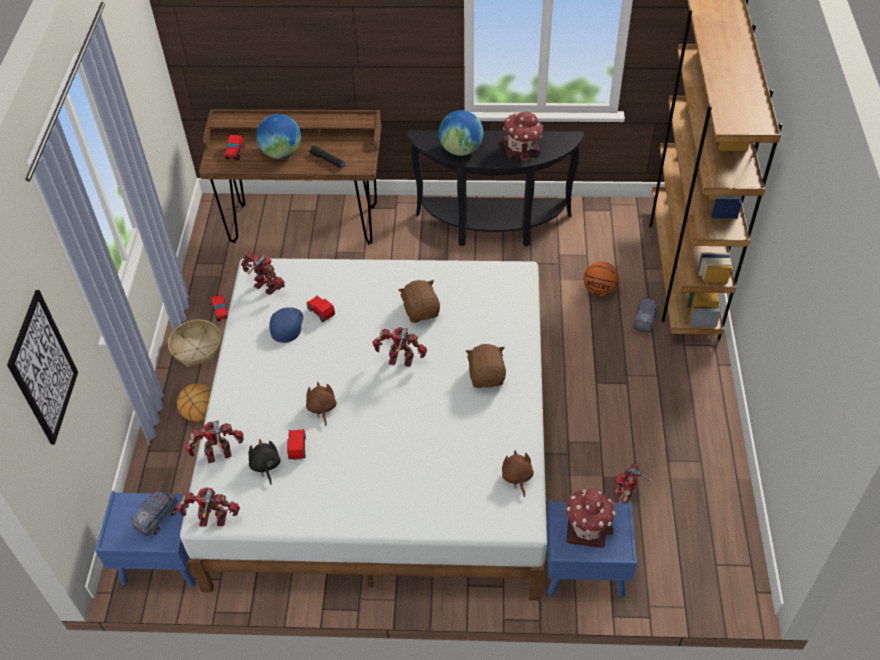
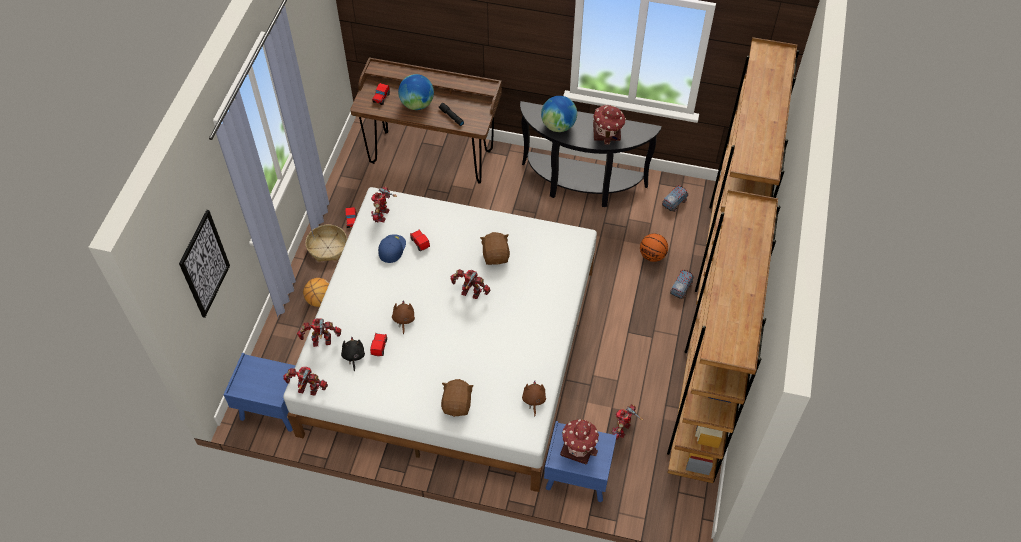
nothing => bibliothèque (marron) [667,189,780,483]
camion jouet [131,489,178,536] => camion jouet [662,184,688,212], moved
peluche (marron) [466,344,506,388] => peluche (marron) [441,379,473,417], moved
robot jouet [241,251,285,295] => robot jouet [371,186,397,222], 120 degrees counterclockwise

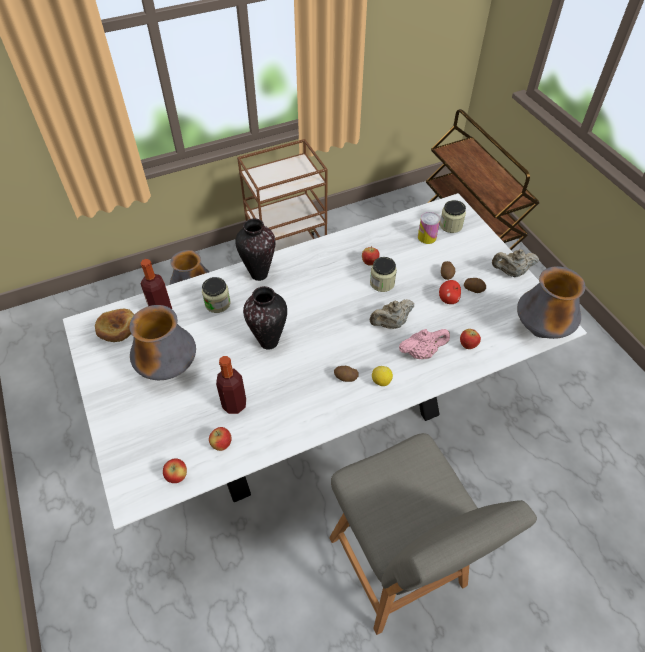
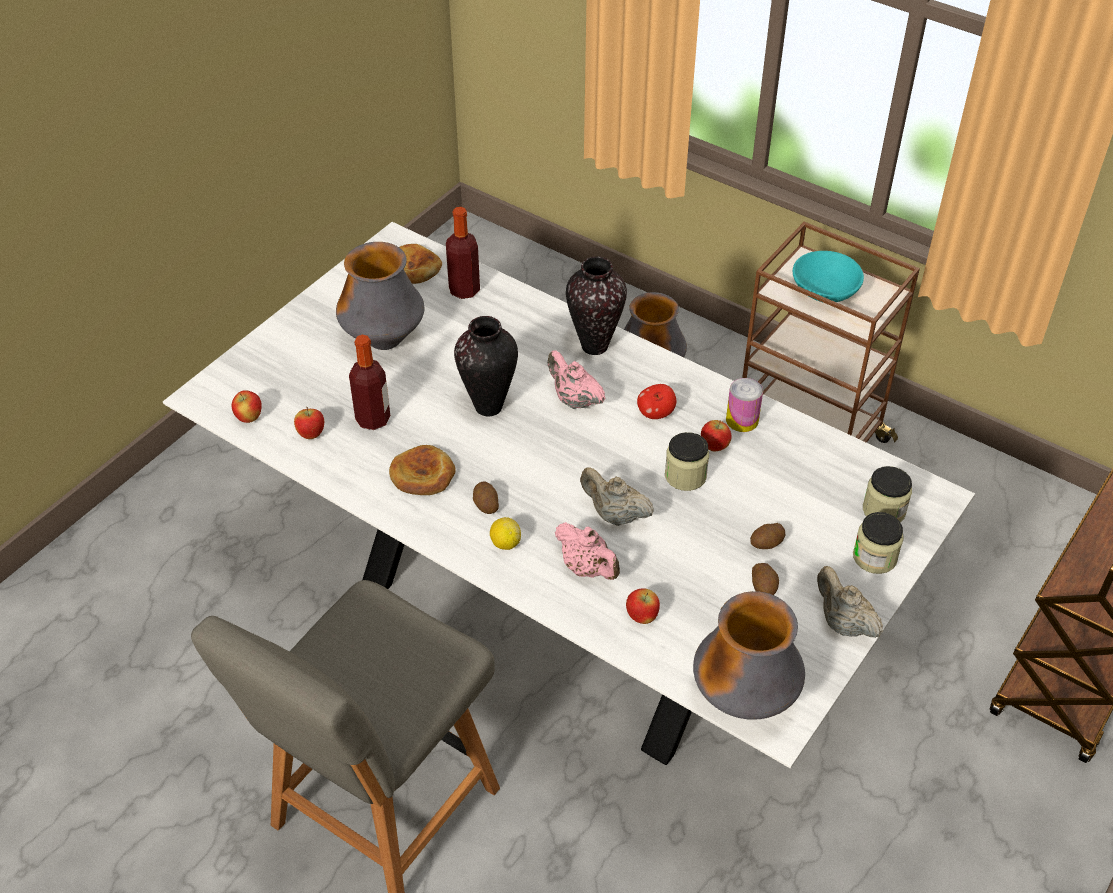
nothing => pain [389,445,456,495]
nothing => théière (rose) [548,350,606,409]
nothing => bol (turquoise) [793,251,864,302]
bocal [202,277,231,313] => bocal [853,512,904,574], moved
boîte métallique [418,212,440,244] => boîte métallique [726,378,763,432], moved
pomme [439,280,461,304] => pomme [637,384,676,419], moved

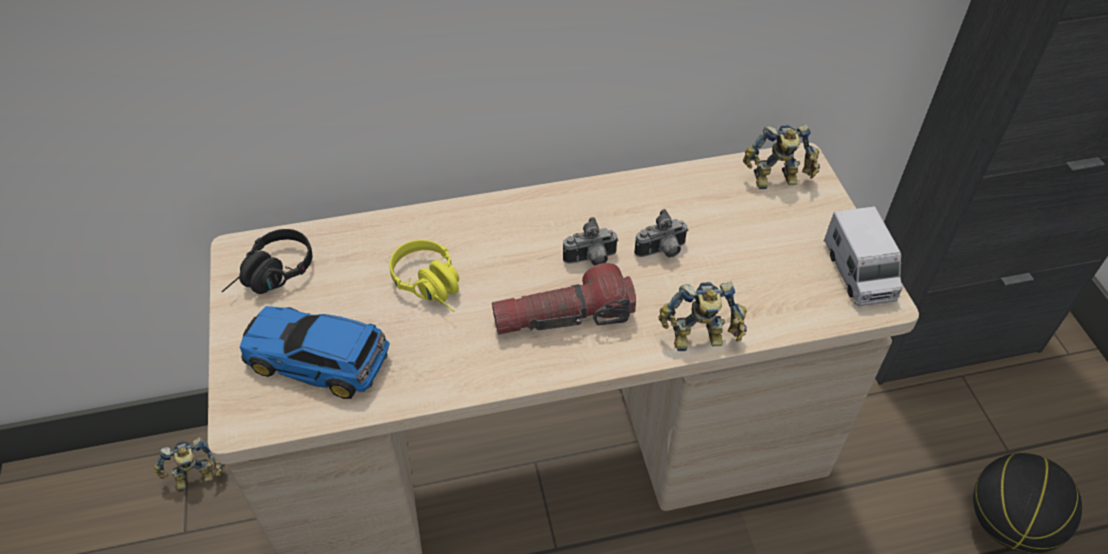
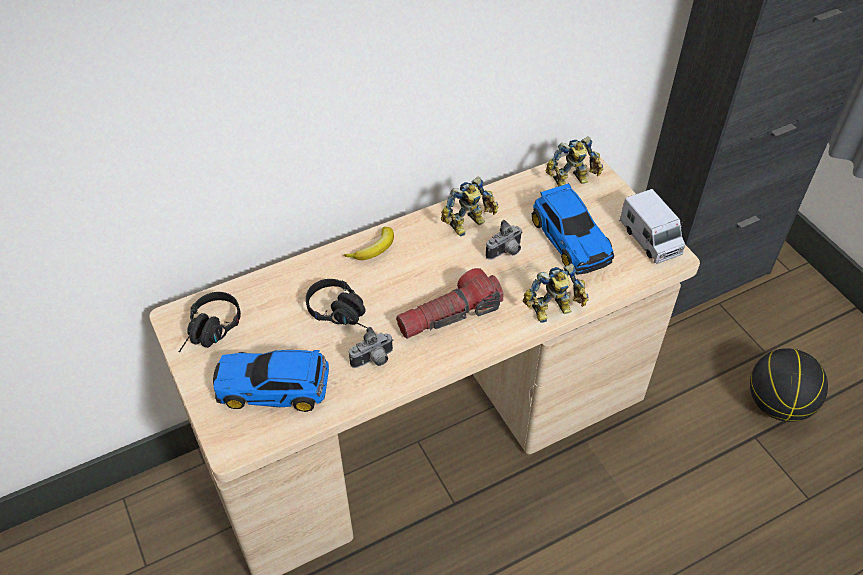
nothing => banane [343,227,394,260]
nothing => petite voiture [532,183,614,275]
robot jouet [154,437,225,492] => robot jouet [441,177,499,237], moved
appareil photo [563,217,619,266] => appareil photo [349,327,393,368], moved
casque audio (jaune) [390,240,459,312] => casque audio (noir) [306,279,368,328]

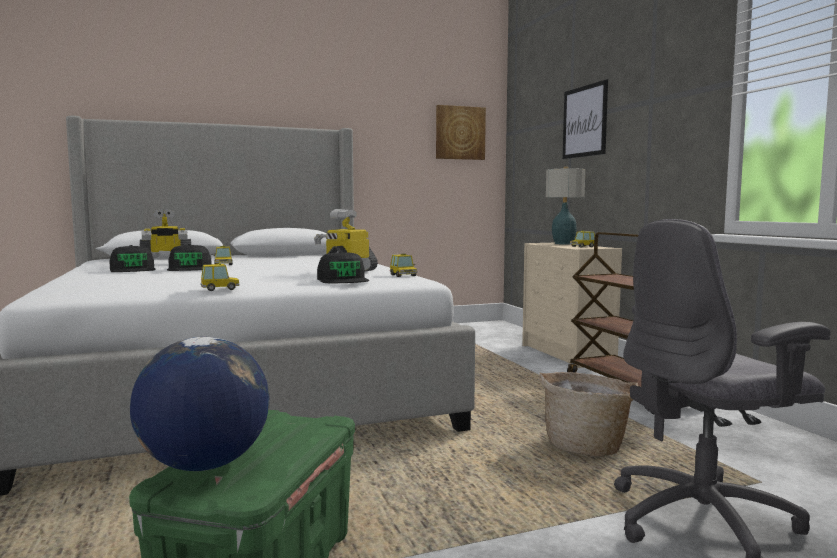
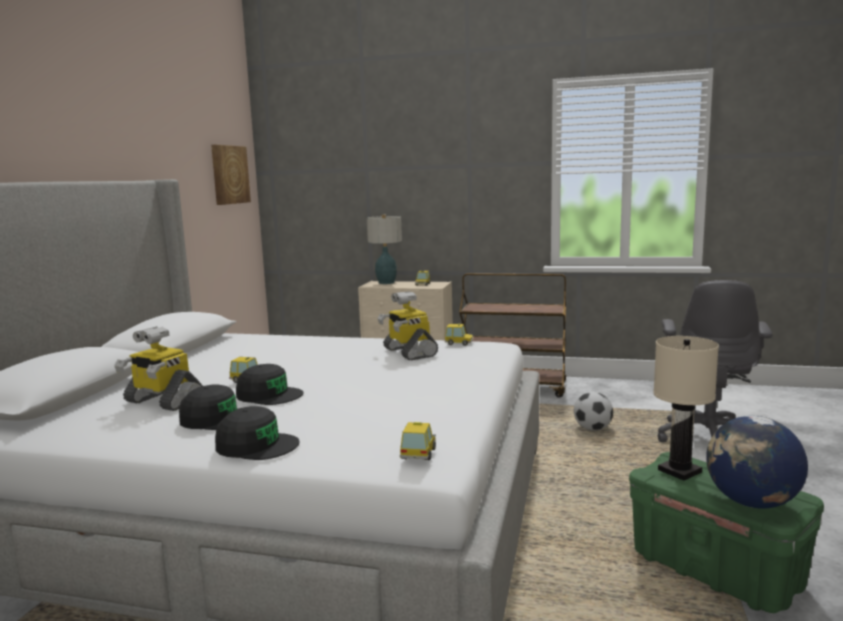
tableau [563,79,608,159] => nothing
nothing => lampe de table (beige) [653,336,719,481]
petite voiture [201,263,239,291] => petite voiture [400,422,436,460], moved
casquette (noir) [317,251,369,283] => casquette (noir) [215,406,300,460], moved
panier [538,372,639,456] => ballon de foot [574,392,613,431]
robot jouet [140,209,191,258] => robot jouet [114,326,203,411], 105 degrees clockwise

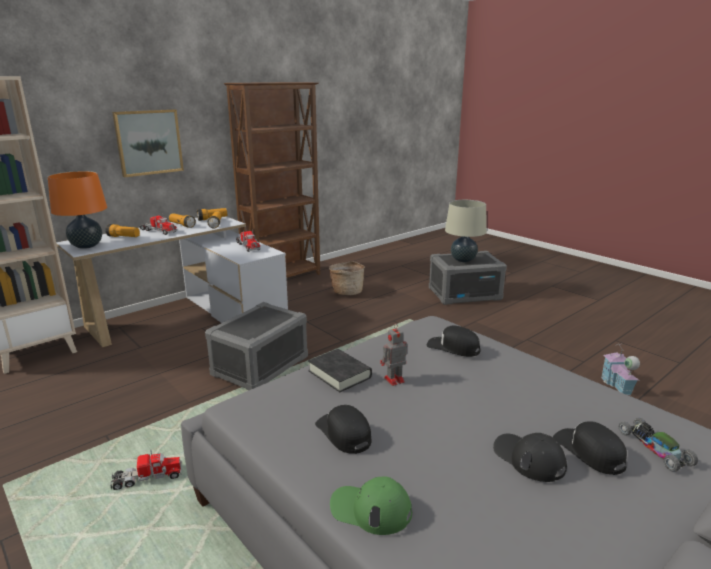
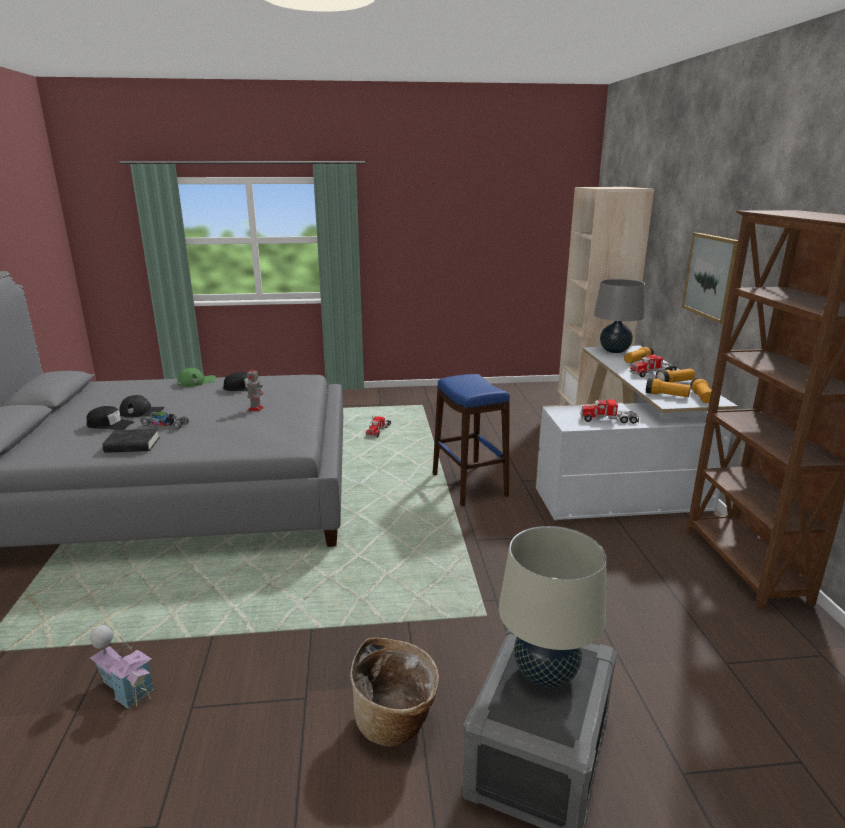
casquette (noir) [427,326,481,357] => nothing
livre (noir) [308,349,372,392] => livre (noir) [102,429,160,453], moved
panier [329,261,365,295] => panier [350,637,439,747], moved
petite voiture [619,418,698,472] => petite voiture [141,412,189,429], moved
boîte de rangement (gris) [205,302,308,391] => tabouret (bleu) [433,374,510,506]
lampe de table (orange) [48,171,107,249] => lampe de table (gris) [594,279,645,353]

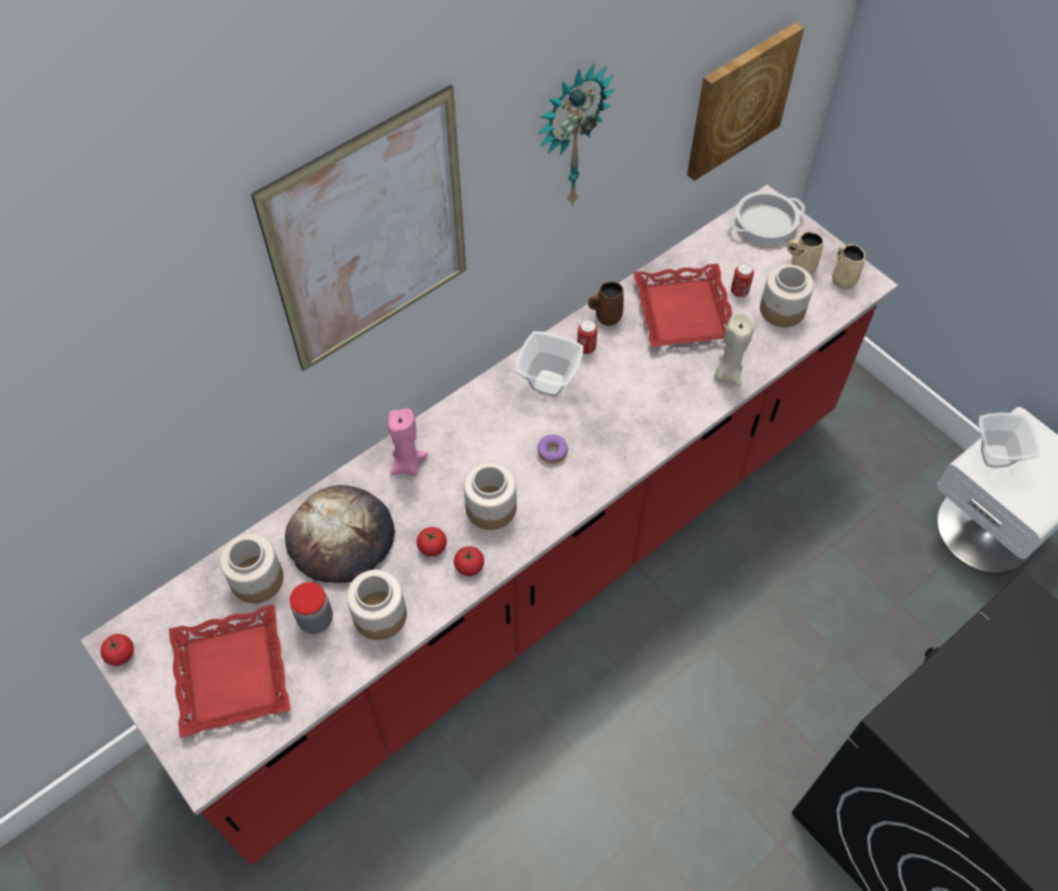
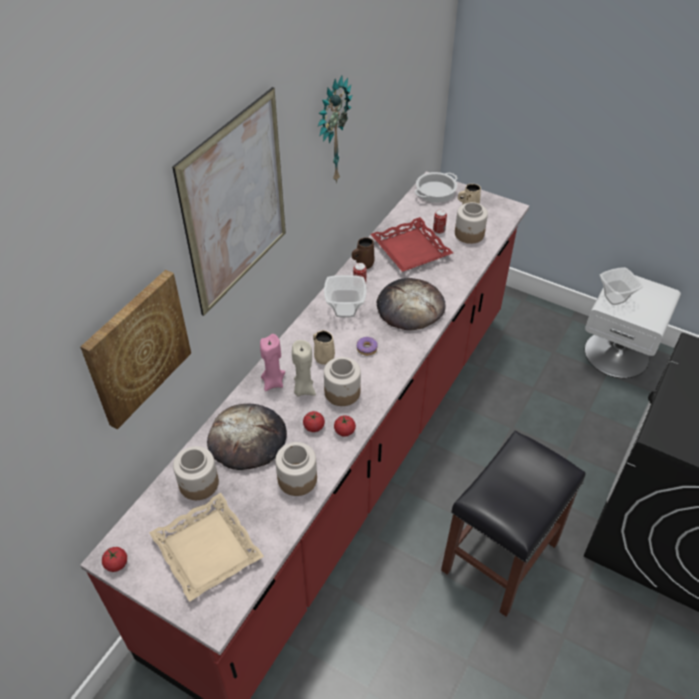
bocal [290,582,333,634] => nothing
nothing => pain [377,278,446,330]
nothing => tabouret (noir) [441,431,585,617]
tableau [687,22,804,181] => tableau [80,270,191,429], moved
bougie (beige) [714,313,754,387] => bougie (beige) [292,340,316,397], moved
mug (beige) [832,244,865,289] => mug (beige) [313,330,335,365], moved
plateau (rouge) [169,604,291,738] => plateau (beige) [149,493,264,602]

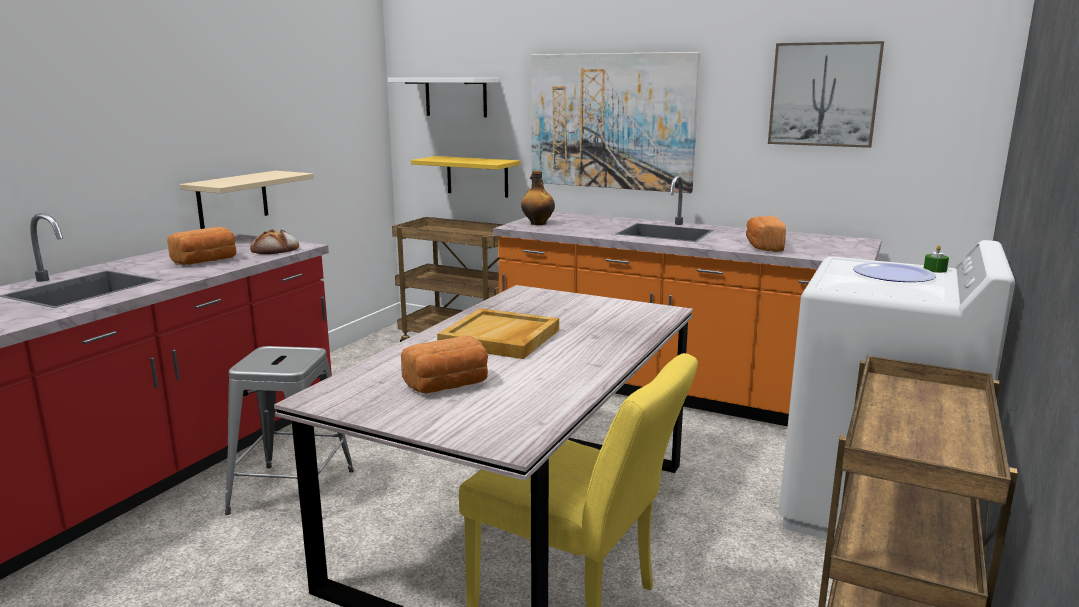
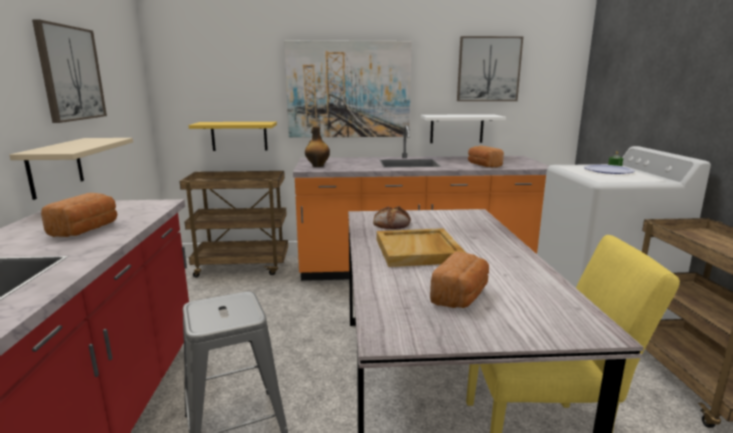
nothing => tableau [32,19,107,123]
pain [250,229,299,254] => pain [373,206,411,229], moved
étagère (blanc) [388,78,499,117] => étagère (blanc) [421,114,506,143], moved

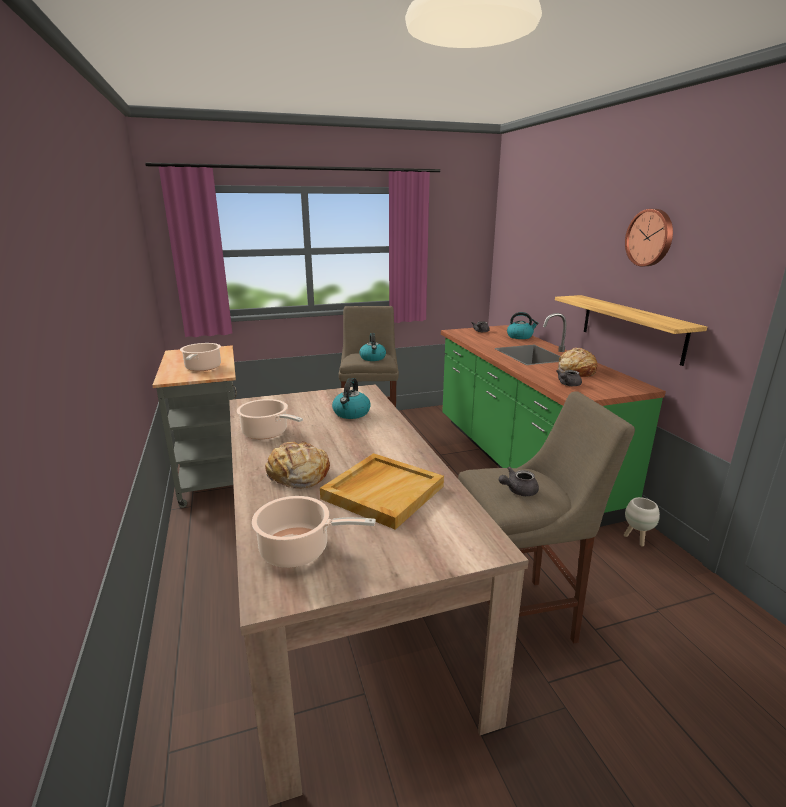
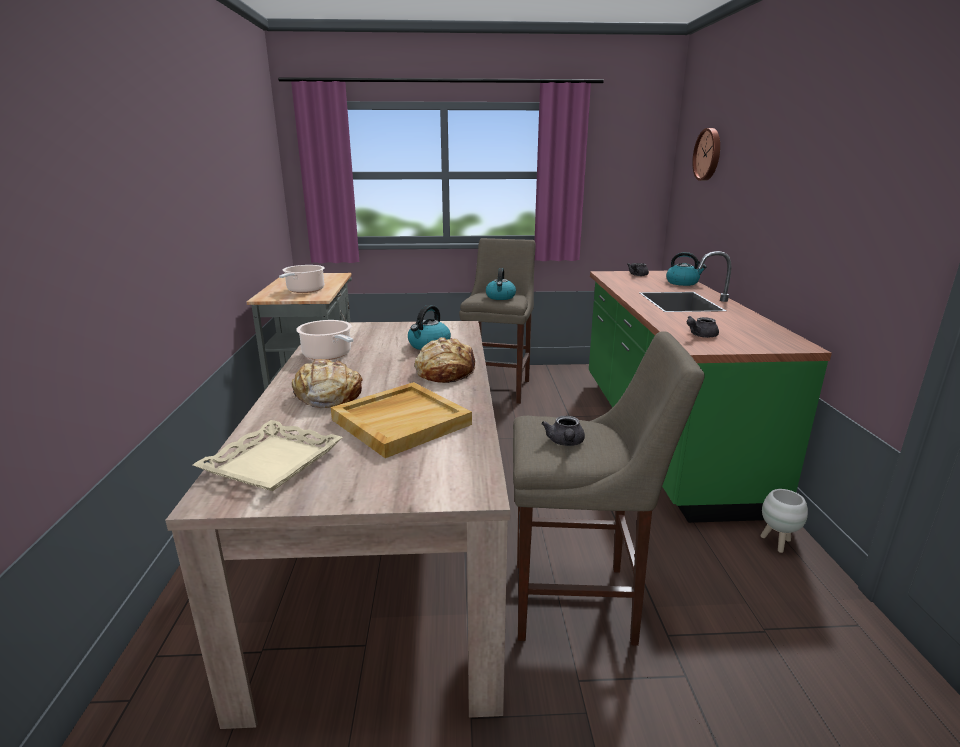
étagère [555,295,707,366] => nothing
pain [558,348,597,377] => pain [414,337,477,383], moved
horloge murale [625,209,673,266] => horloge murale [692,128,720,181], moved
marmite [252,496,376,568] => plateau (beige) [193,420,343,491]
théière (gris) [499,467,539,496] => théière (gris) [541,416,585,446], 75 degrees counterclockwise

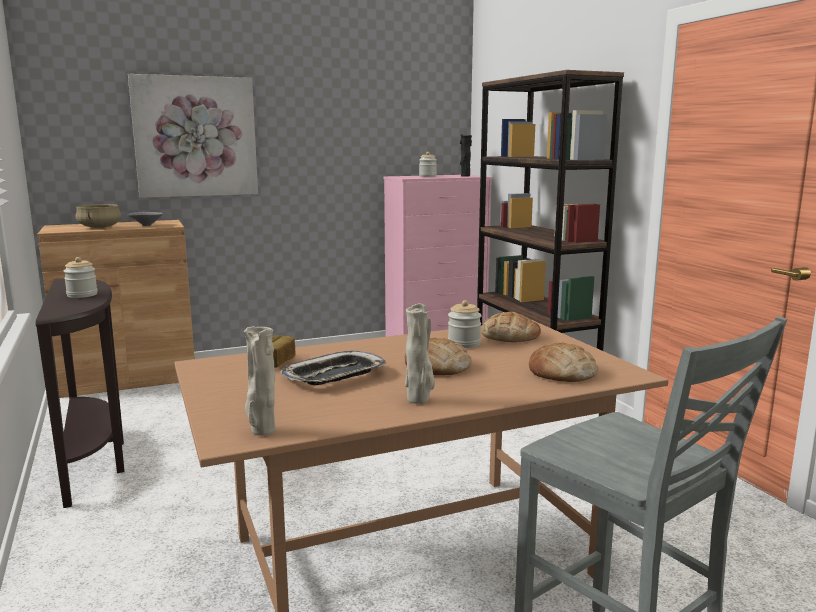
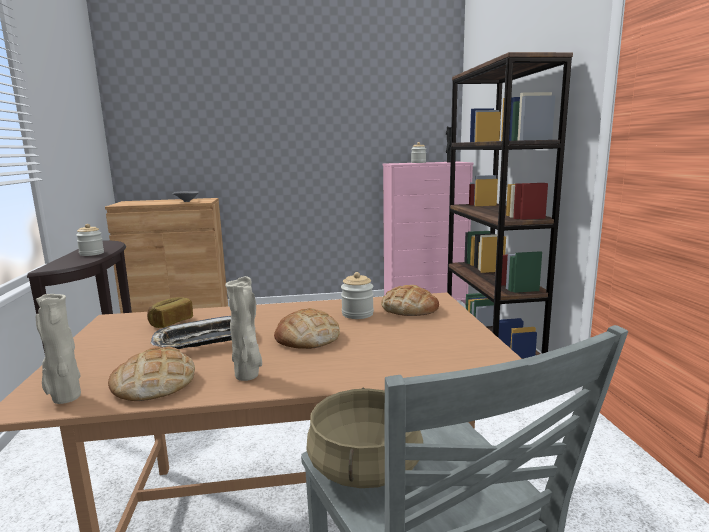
tableau [128,74,258,198] => nothing
marmite (beige) [76,204,121,228] => marmite (beige) [306,387,423,488], moved
pain [529,342,598,382] => pain [108,346,195,401], moved

